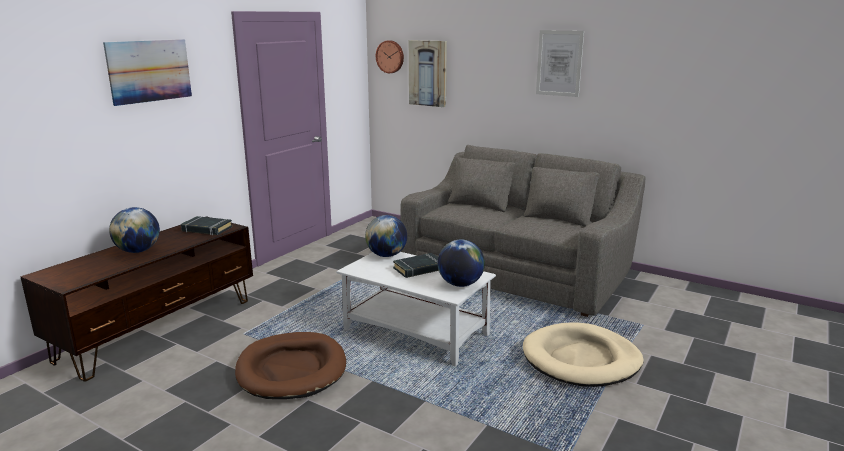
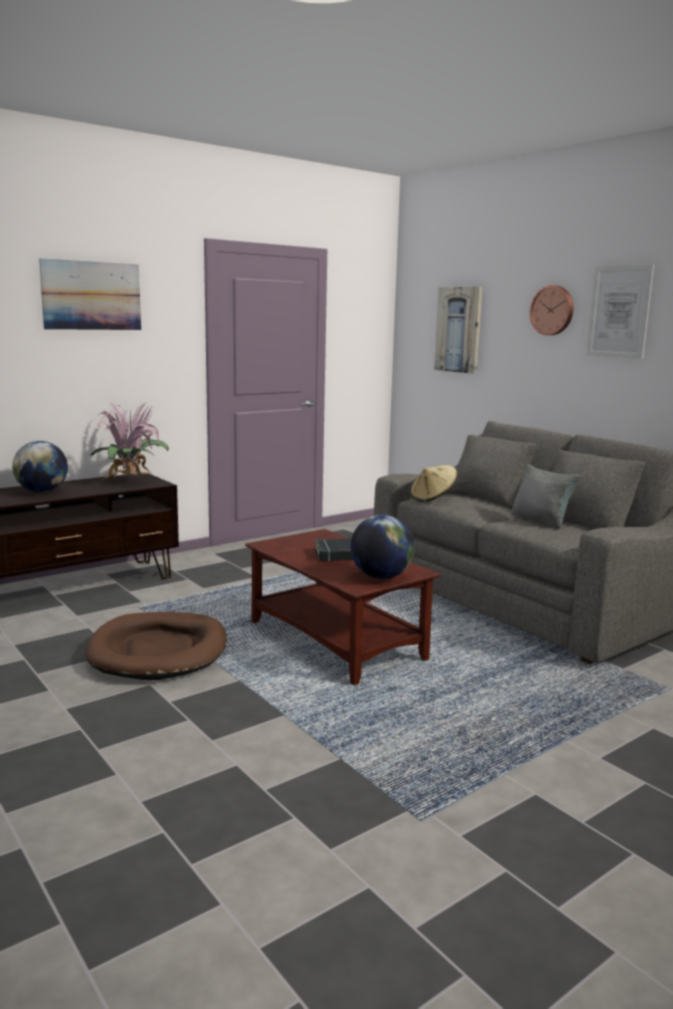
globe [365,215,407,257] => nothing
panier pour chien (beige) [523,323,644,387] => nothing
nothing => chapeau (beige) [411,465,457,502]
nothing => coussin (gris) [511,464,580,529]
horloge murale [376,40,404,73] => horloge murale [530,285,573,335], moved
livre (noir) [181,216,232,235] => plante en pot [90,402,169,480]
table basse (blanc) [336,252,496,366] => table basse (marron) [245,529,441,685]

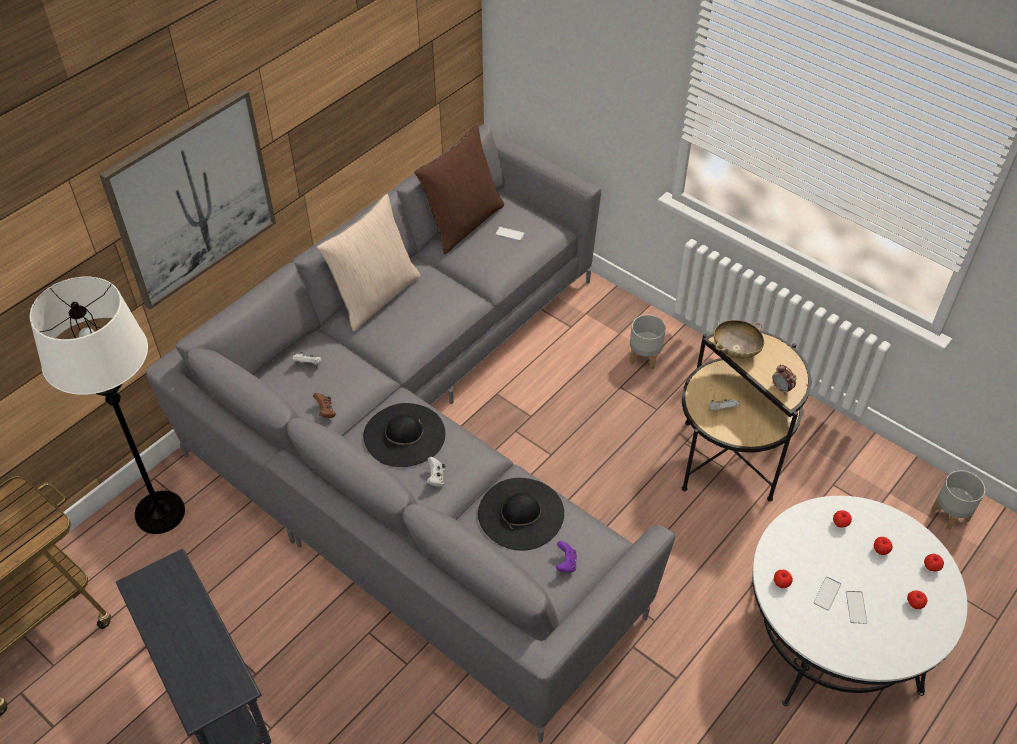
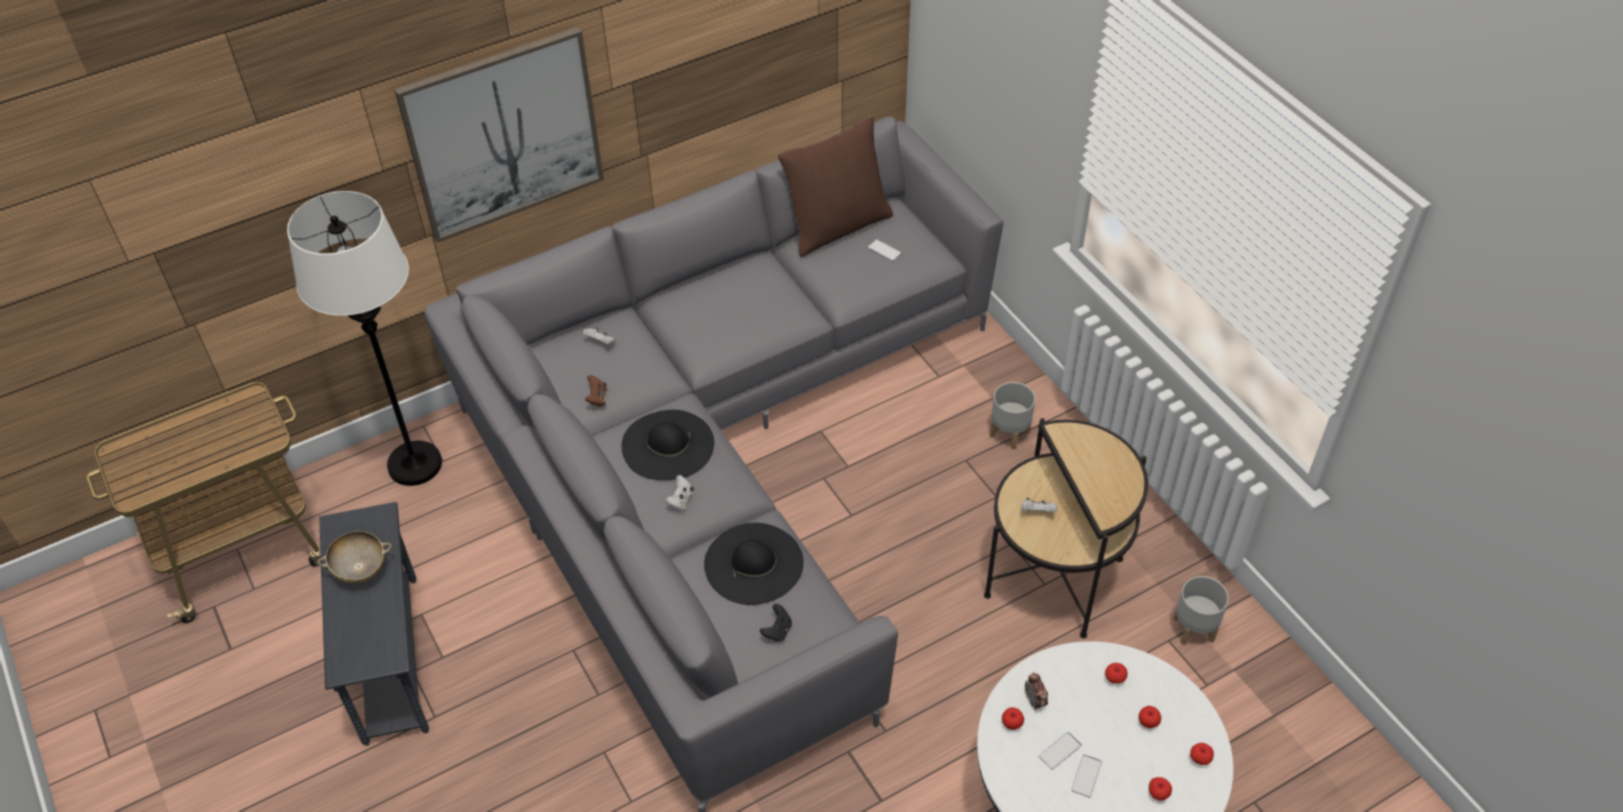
coussin (beige) [316,194,420,332] => nothing
bol (beige) [714,320,764,359] => bol (beige) [317,531,392,584], moved
réveil [772,364,796,395] => réveil [1025,672,1048,710], moved
cache-pot (gris) [931,470,985,530] => cache-pot (gris) [1174,576,1229,645], moved
manette (violet) [556,541,577,573] => manette (noir) [760,604,792,642]

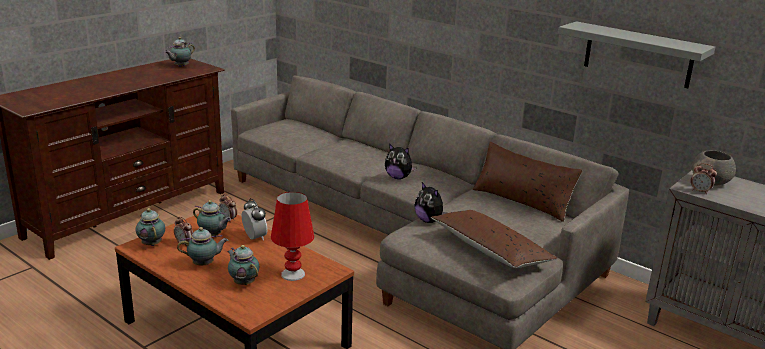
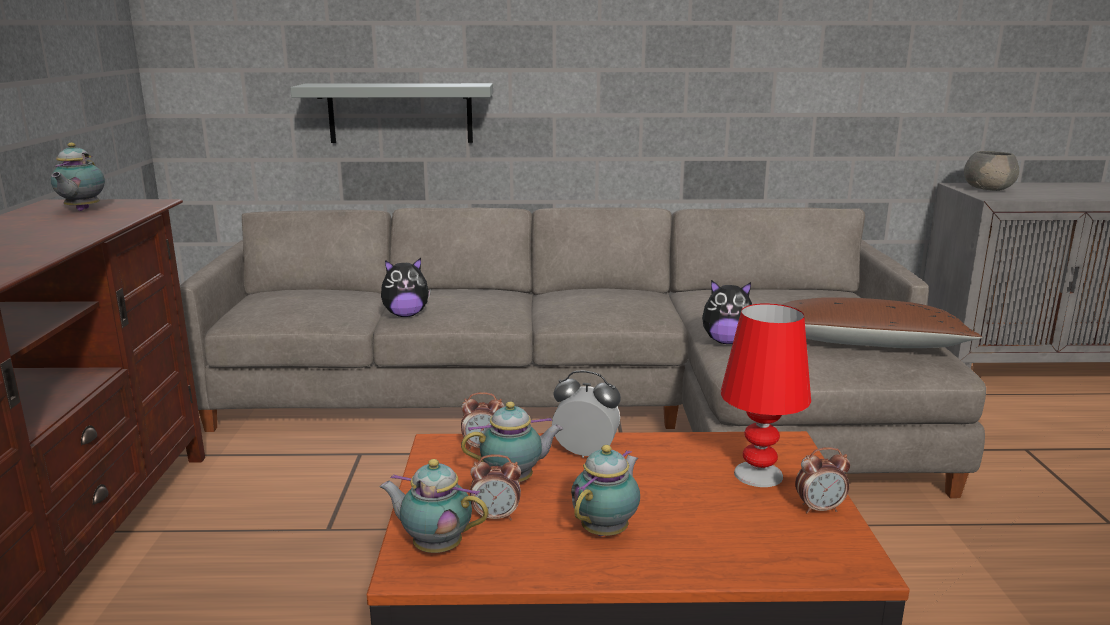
théière [228,245,259,285] => nothing
coussin (marron) [473,142,582,222] => nothing
peluche [385,144,417,179] => peluche [381,258,431,317], moved
étagère (gris) [558,21,715,88] => étagère (gris) [290,83,493,143], moved
réveil [691,163,717,194] => réveil [795,447,850,514], moved

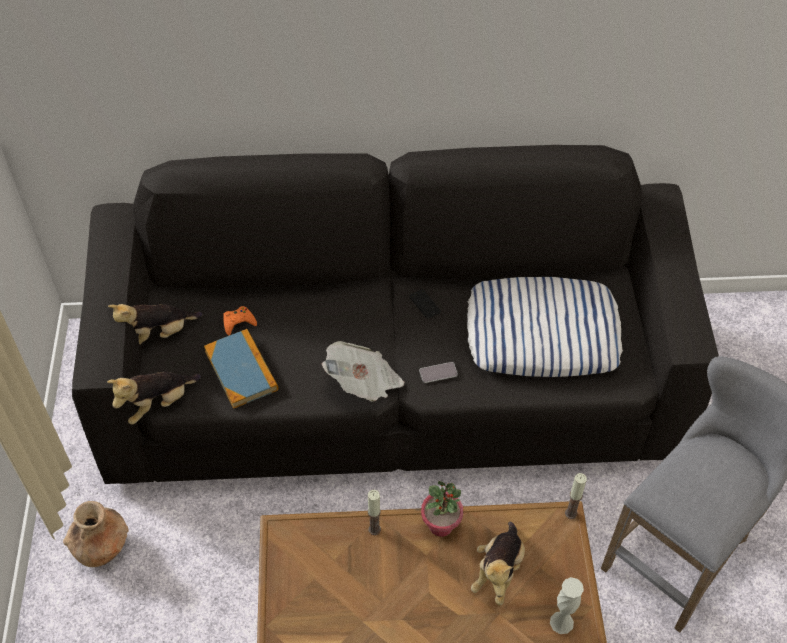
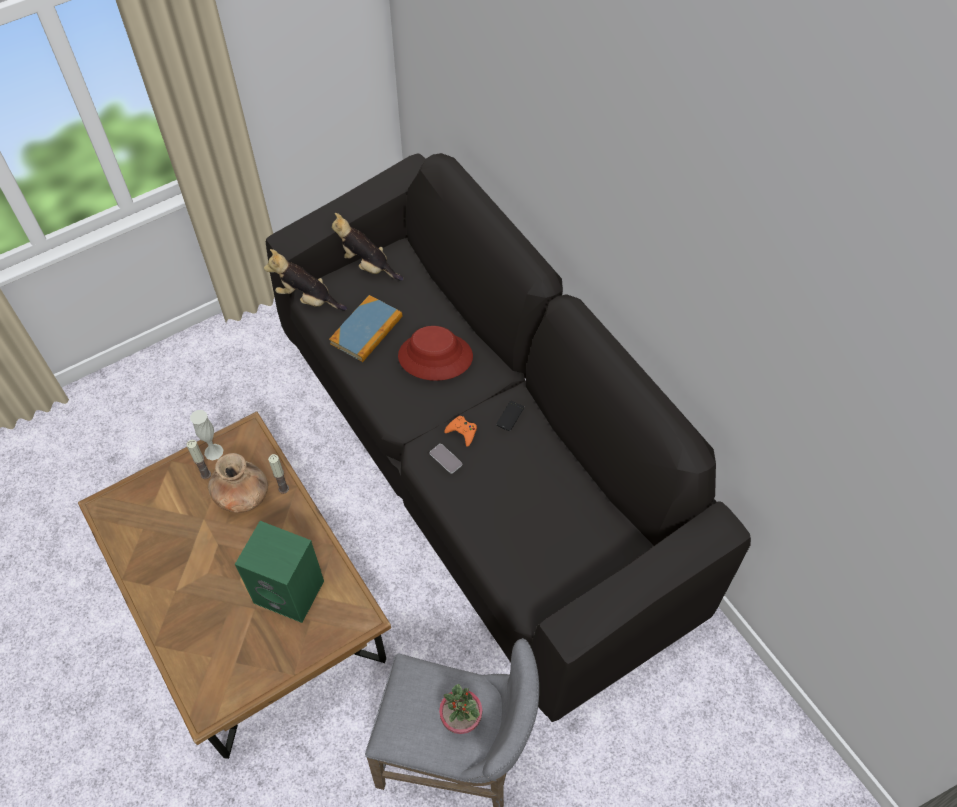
journal [322,341,404,402] => nothing
coussin [467,277,623,377] => nothing
nothing => chapeau (rouge) [398,326,473,381]
vase (marron) [63,501,129,567] => vase (marron) [208,453,268,513], moved
manette (orange) [223,306,257,336] => manette (orange) [444,416,477,447], moved
plante en pot [421,481,463,537] => plante en pot [439,684,482,734], moved
vase (blanc) [550,577,584,634] => vase (blanc) [190,410,224,460], moved
bougie [565,473,587,519] => bougie [187,440,211,479], moved
peluche [471,522,525,605] => enceinte (vert) [235,521,324,623]

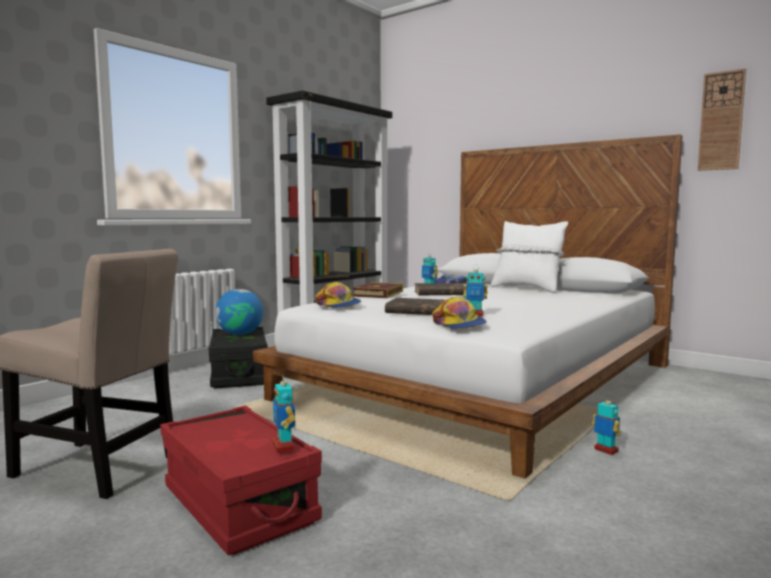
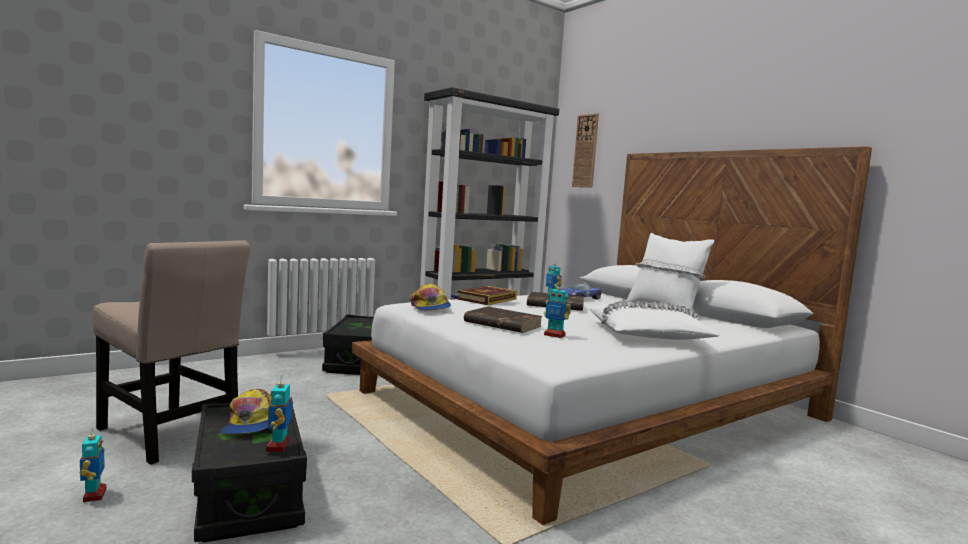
globe [215,289,263,335] => nothing
nothing => coussin (blanc) [590,300,720,340]
casquette [432,297,487,329] => casquette [220,389,271,435], moved
robot jouet [592,395,621,455] => robot jouet [80,428,107,502], moved
horloge murale [698,68,746,171] => horloge murale [572,113,599,187], moved
boîte de rangement (rouge) [160,406,322,555] => boîte de rangement (noir) [192,401,307,542]

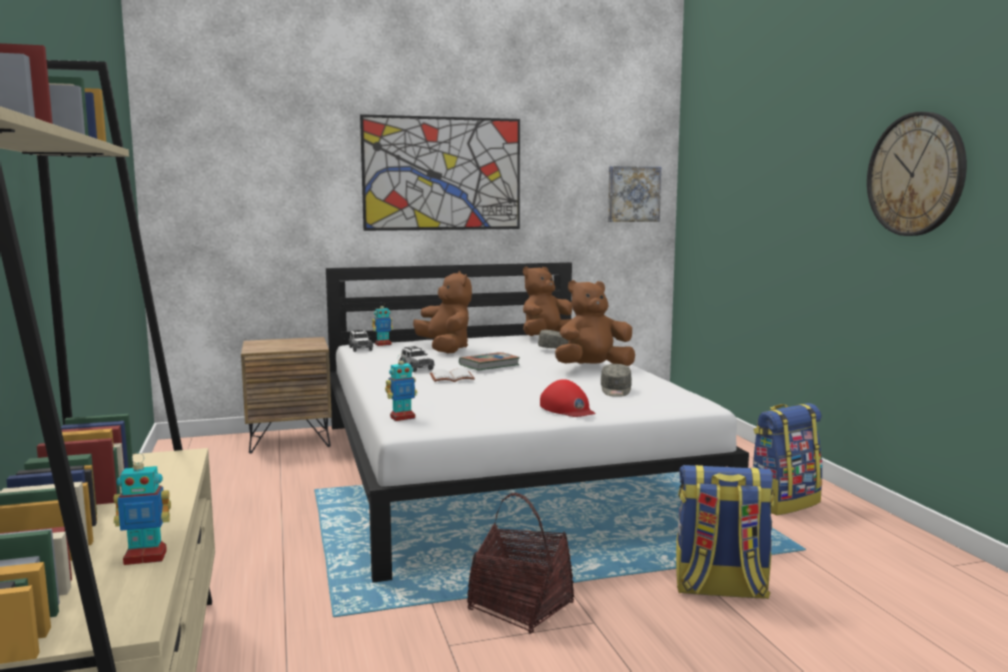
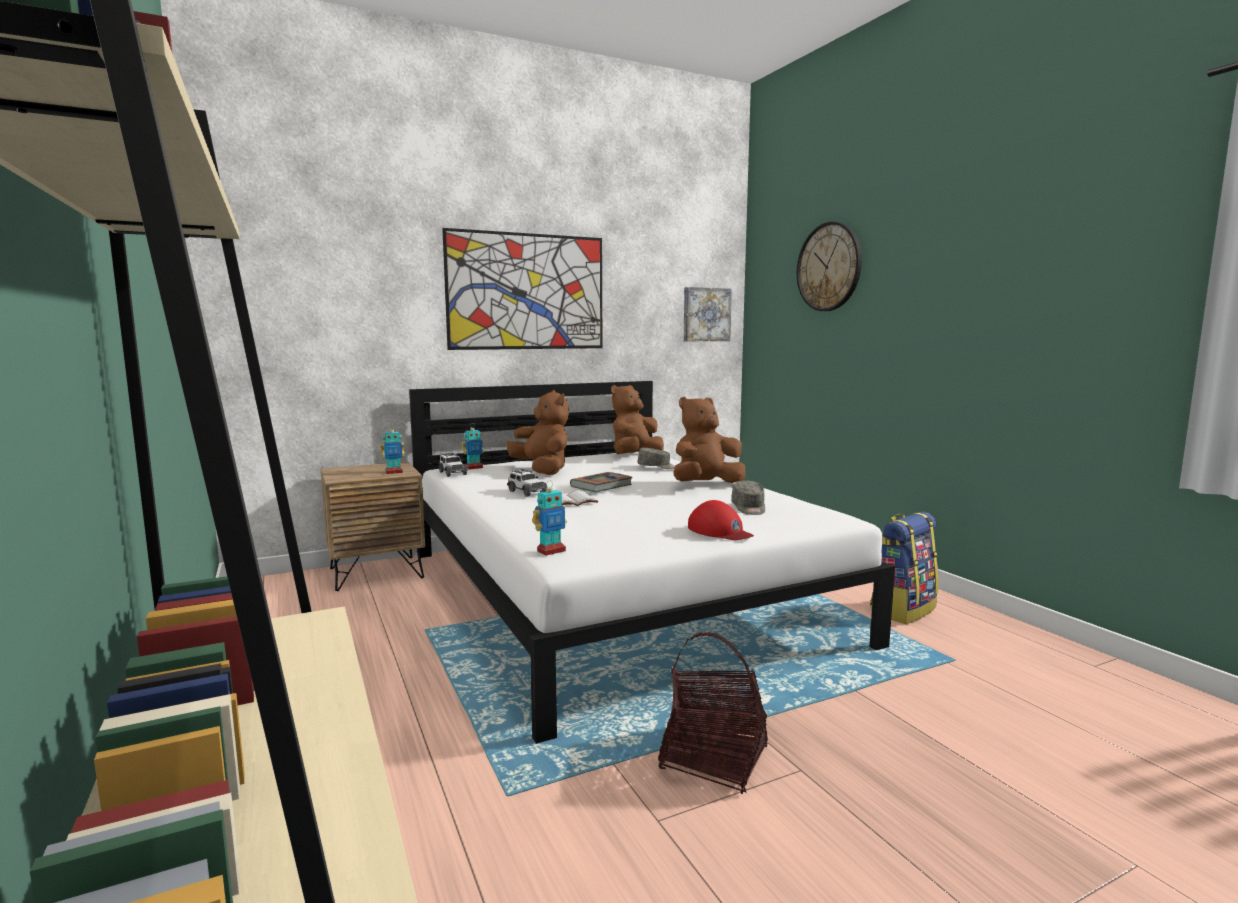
sac à dos [676,465,775,599] => nothing
robot jouet [114,453,171,565] => robot jouet [381,428,405,474], moved
horloge murale [867,112,967,236] => horloge murale [797,222,862,311], moved

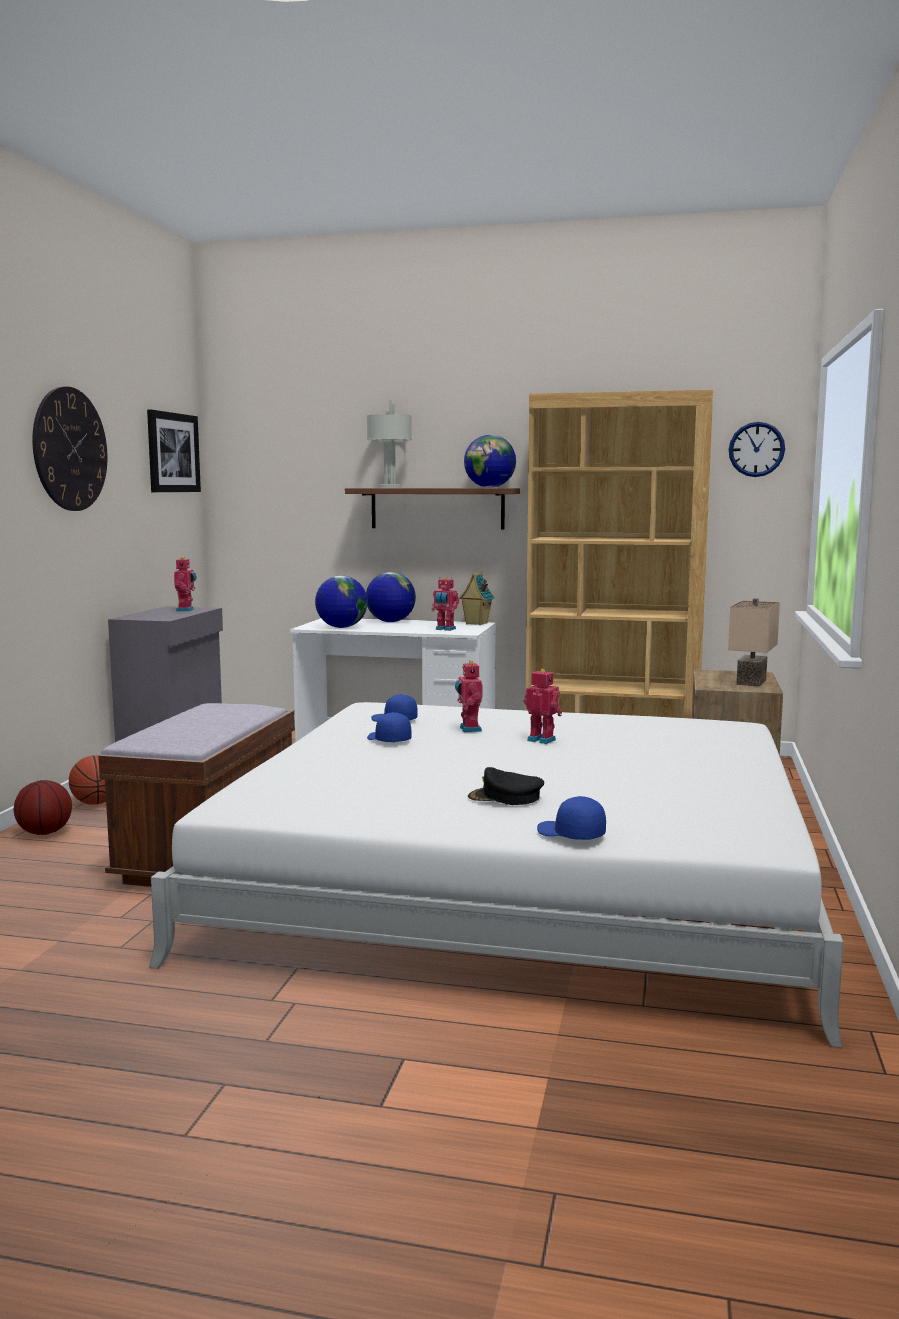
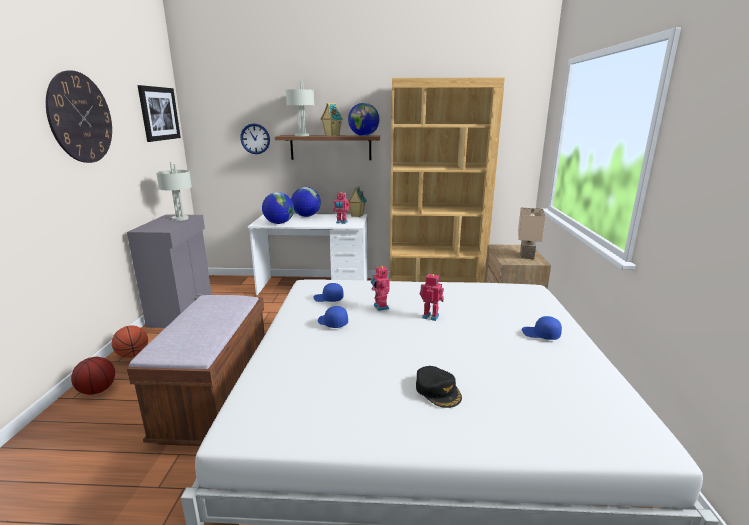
nothing => maison miniature [320,103,343,136]
casquette (bleu) [537,796,606,840] => casquette (bleu) [522,316,562,340], moved
horloge murale [729,422,785,477] => horloge murale [240,123,270,154], moved
robot jouet [174,556,196,611] => lampe de table (gris) [156,162,192,221]
casquette (noir) [468,767,544,805] => casquette (noir) [416,366,462,408], 120 degrees counterclockwise

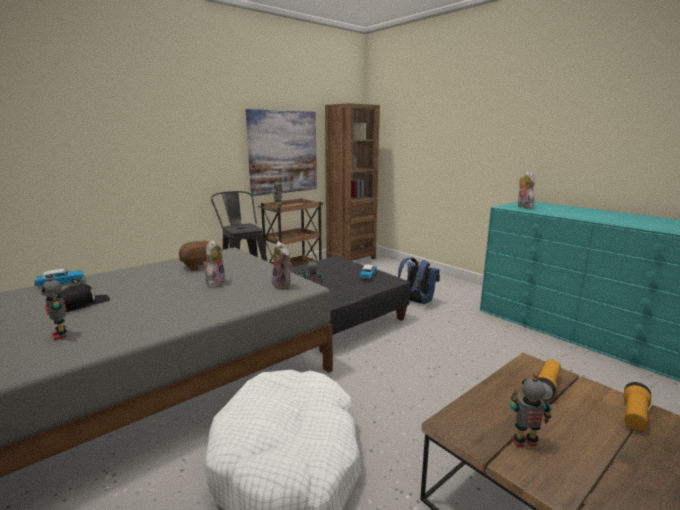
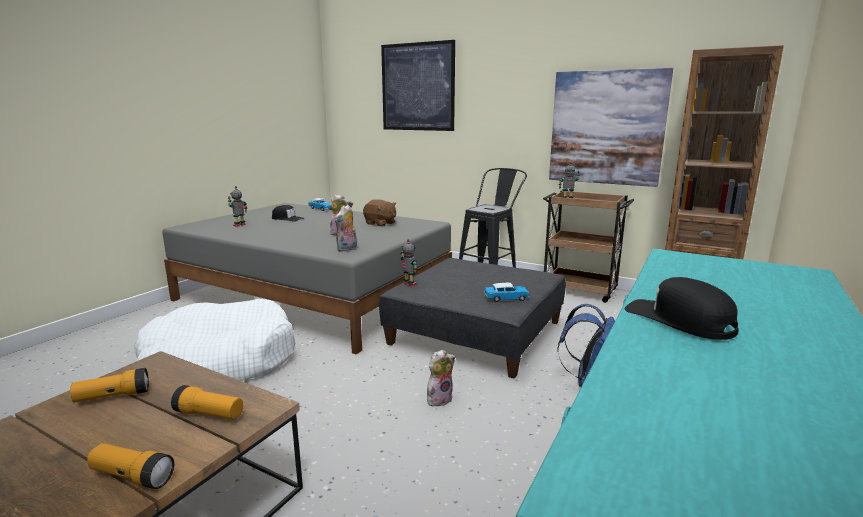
nothing => tableau [381,40,455,131]
nothing => casquette (noir) [625,277,739,340]
peluche [518,172,535,209] => peluche [427,349,455,406], moved
robot jouet [510,373,552,447] => lampe de poche [70,368,149,402]

